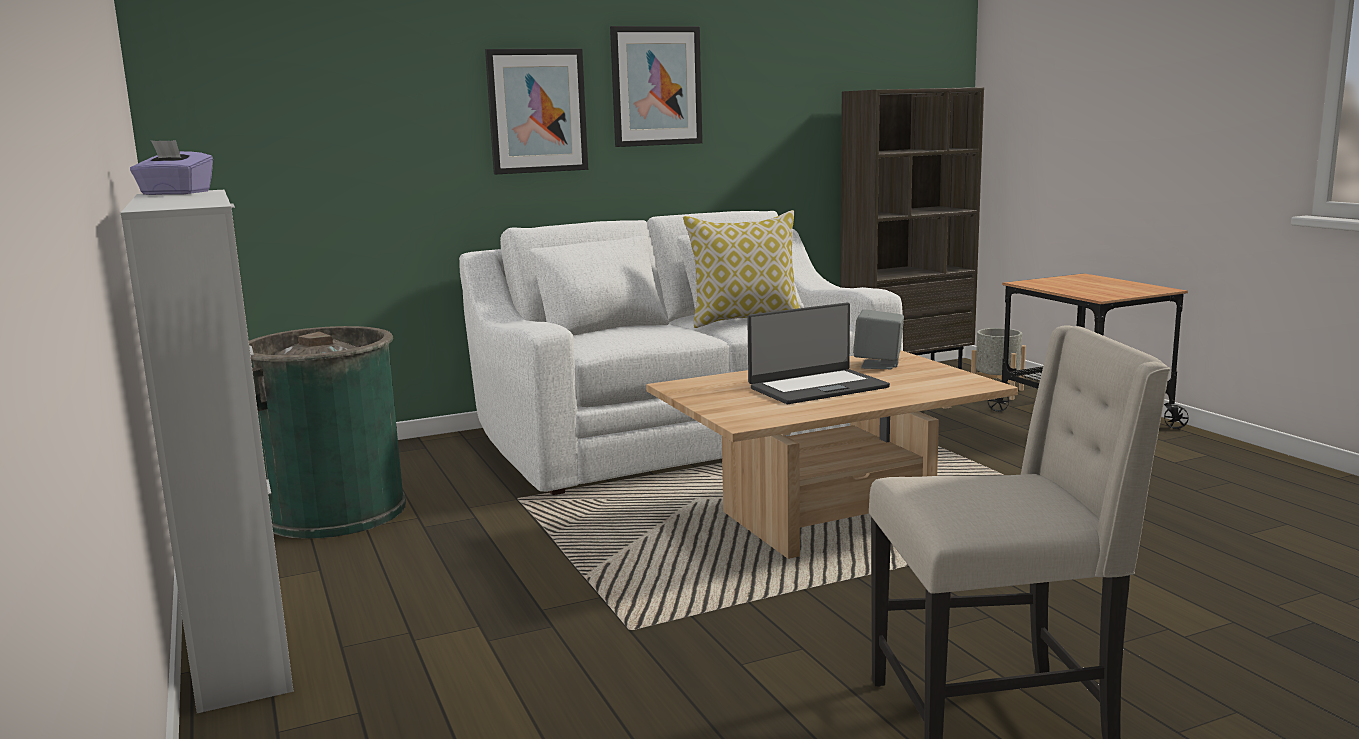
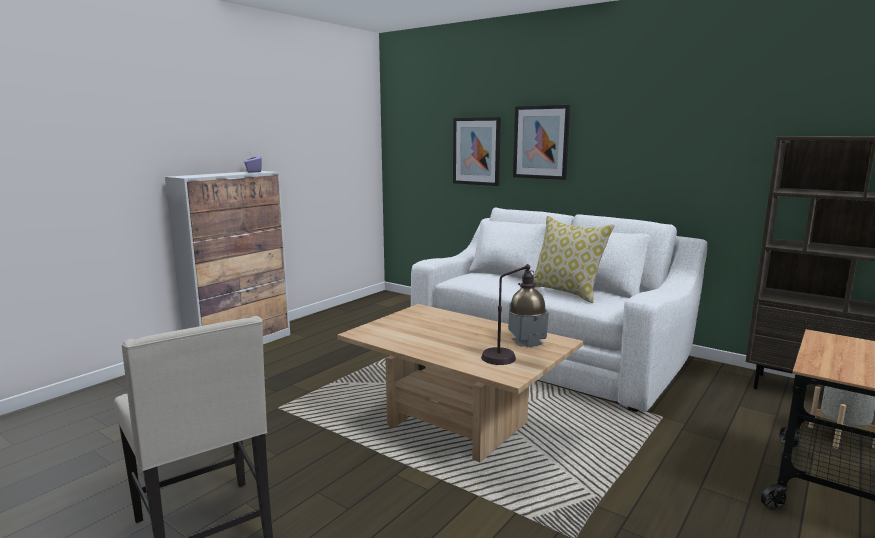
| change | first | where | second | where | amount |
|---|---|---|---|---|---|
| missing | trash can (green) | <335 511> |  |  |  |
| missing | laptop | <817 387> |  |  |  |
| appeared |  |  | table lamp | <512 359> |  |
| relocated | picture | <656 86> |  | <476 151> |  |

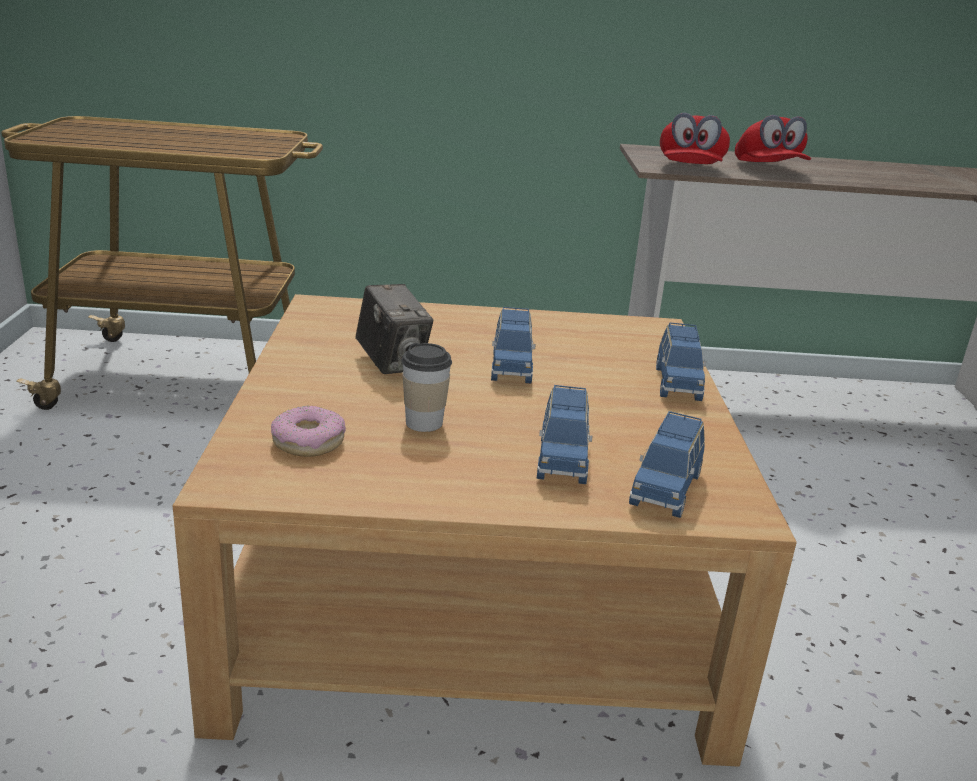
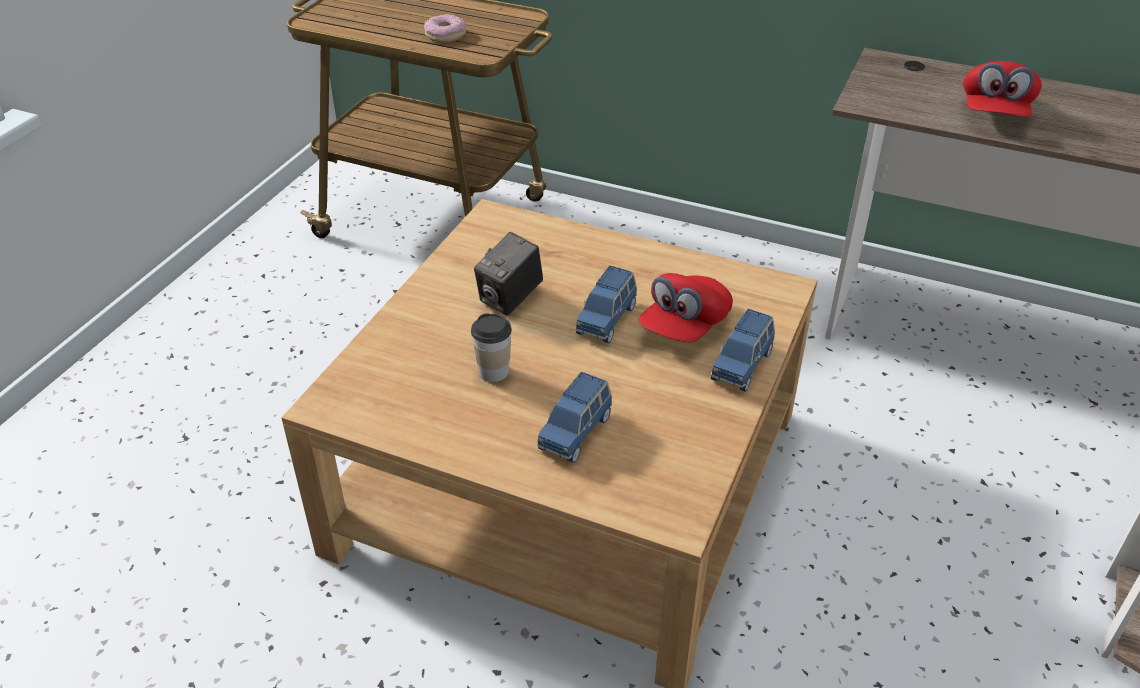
| change | first | where | second | where | amount |
|---|---|---|---|---|---|
| missing | toy car (blue) | <665 489> |  |  |  |
| relocated | donut | <308 442> |  | <445 35> |  |
| relocated | cap (red) | <690 170> |  | <684 326> |  |
| spun | photo camera | <392 363> |  | <510 299> | 45 degrees clockwise |

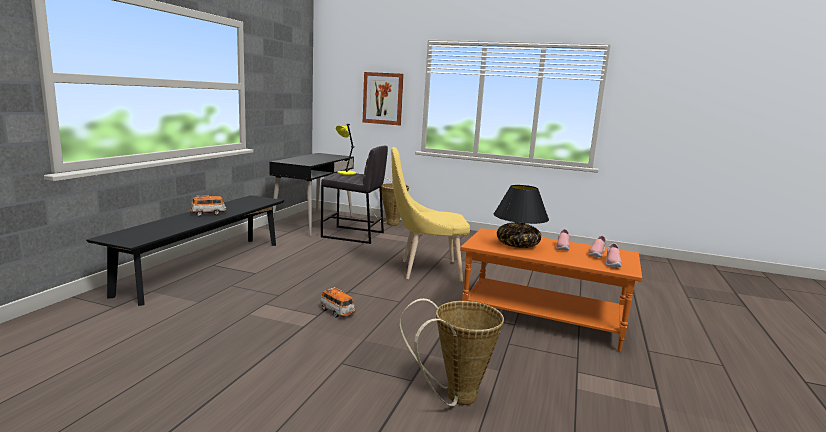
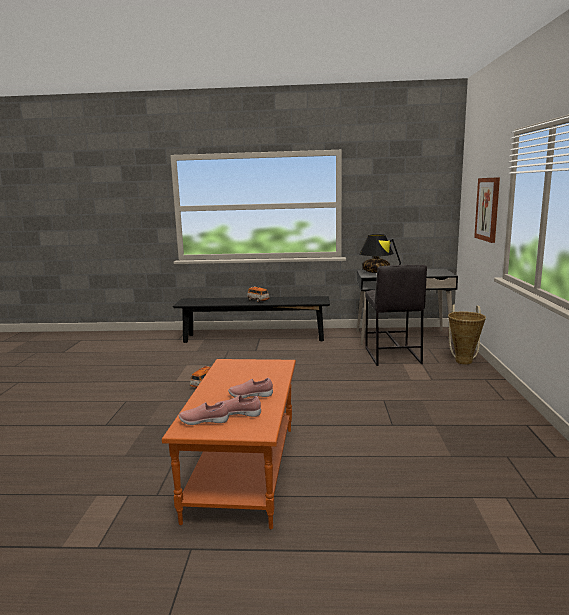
| change | first | where | second | where | amount |
|---|---|---|---|---|---|
| missing | chair (yellow) | <425 271> |  |  |  |
| missing | basket | <454 397> |  |  |  |
| relocated | table lamp (black) | <517 244> |  | <376 272> |  |

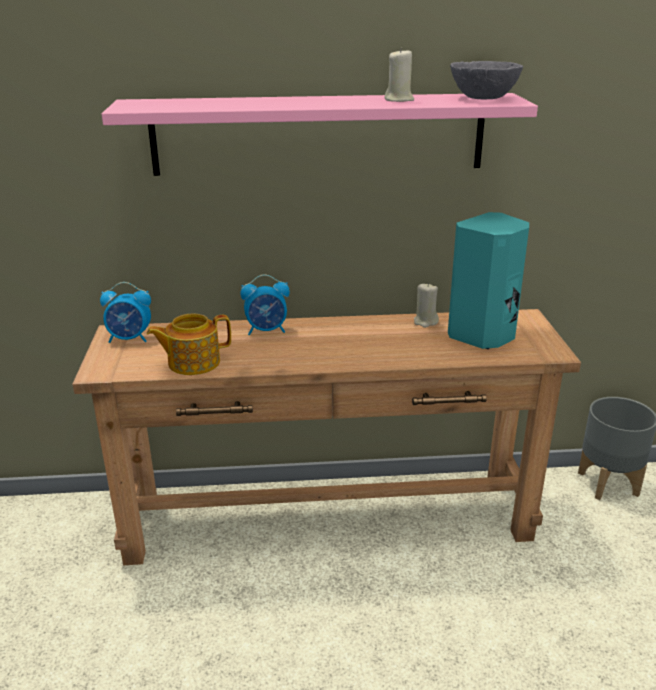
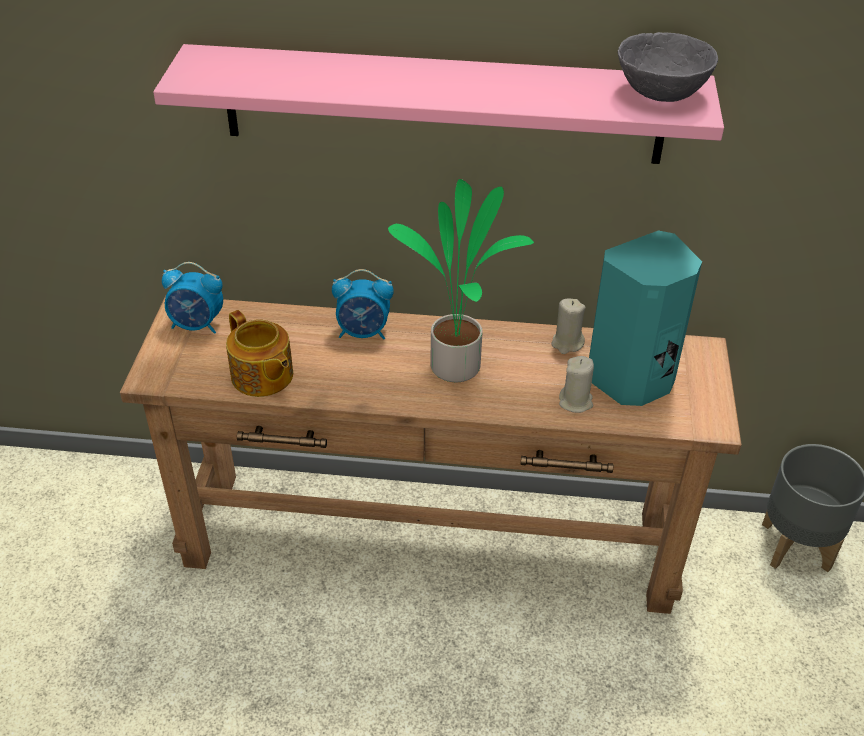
| change | first | where | second | where | amount |
|---|---|---|---|---|---|
| appeared |  |  | potted plant | <458 365> |  |
| relocated | candle (beige) | <399 100> |  | <575 402> |  |
| spun | teapot | <192 362> |  | <262 377> | 120 degrees counterclockwise |

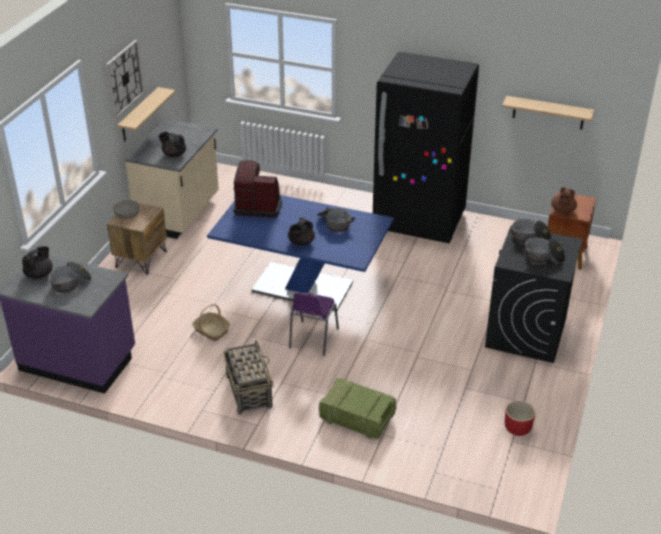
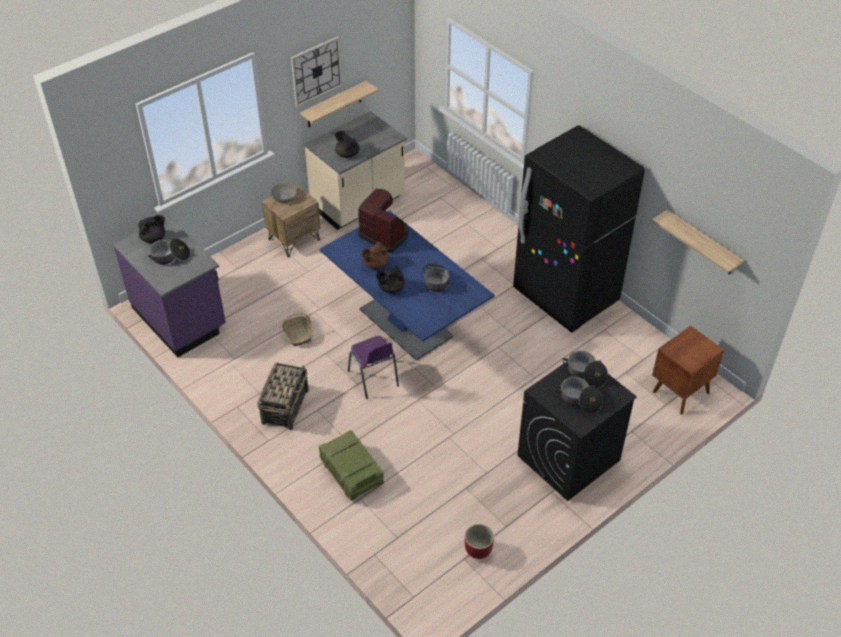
| change | first | where | second | where | amount |
|---|---|---|---|---|---|
| relocated | teapot (brown) | <562 211> |  | <375 264> |  |
| spun | chair (purple) | <312 339> |  | <374 379> | 75 degrees counterclockwise |

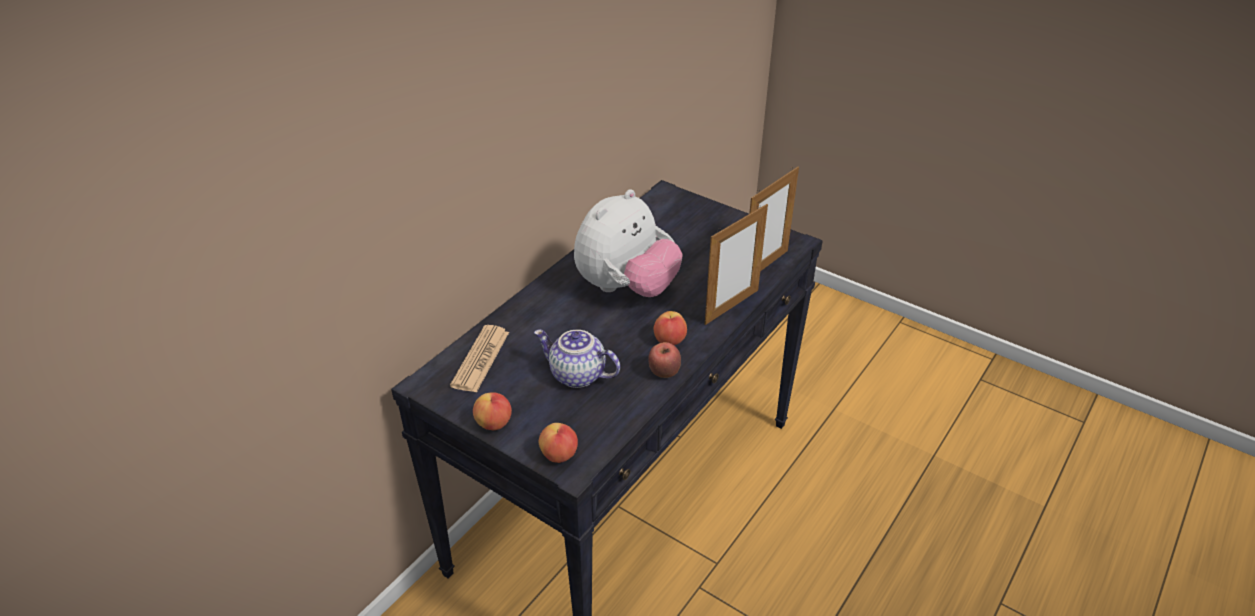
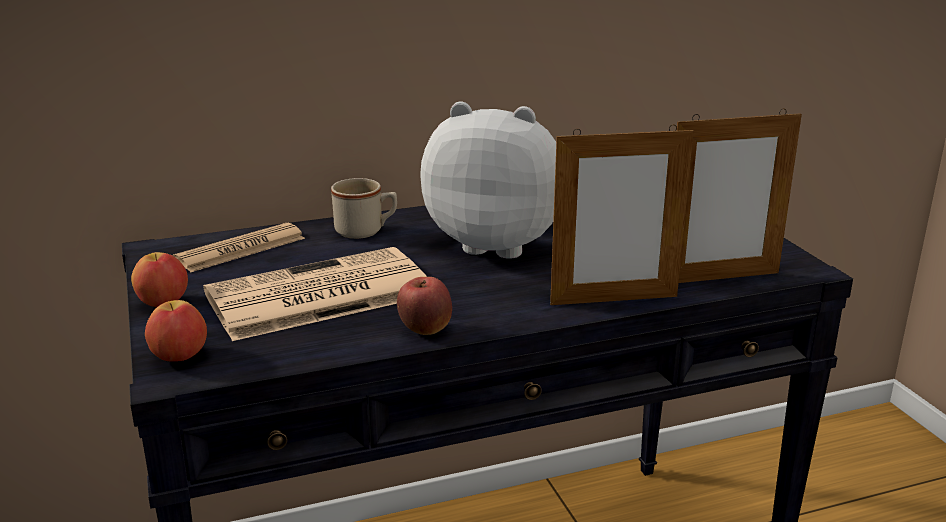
| change | first | where | second | where | amount |
|---|---|---|---|---|---|
| missing | apple | <670 341> |  |  |  |
| appeared |  |  | mug (beige) | <366 231> |  |
| exchanged | teapot | <576 375> | newspaper | <316 296> |  |
| spun | plush toy | <626 288> |  | <497 243> | 150 degrees counterclockwise |

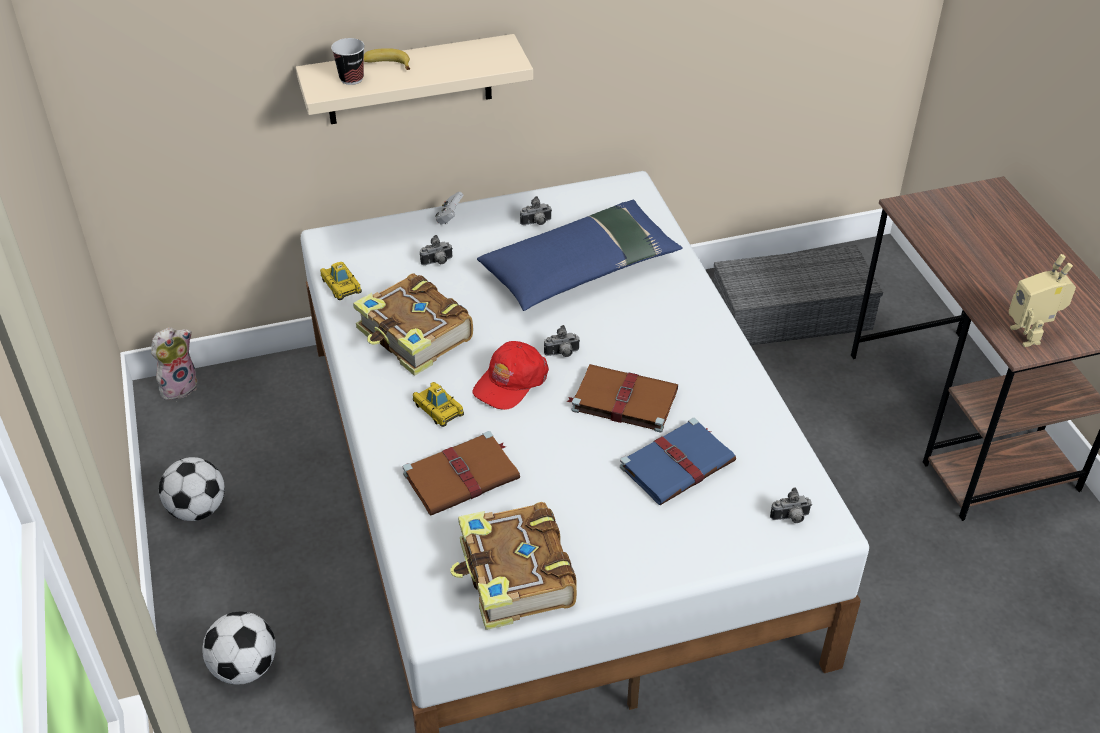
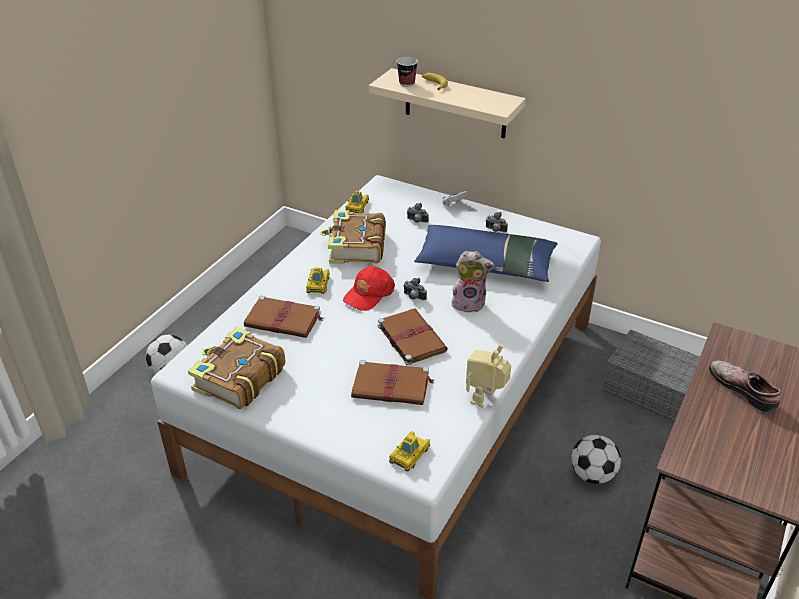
| change | first | where | second | where | amount |
|---|---|---|---|---|---|
| appeared |  |  | shoe | <743 388> |  |
| relocated | plush toy | <179 386> |  | <469 303> |  |
| relocated | football | <197 509> |  | <592 474> |  |
| relocated | toy robot | <1030 334> |  | <486 399> |  |
| exchanged | photo camera | <790 518> | toy car | <409 454> |  |
| colour | book (blue) | <678 463> | book (brown) | <392 386> |  |
| spun | cap (red) | <510 382> |  | <368 294> | 45 degrees counterclockwise |

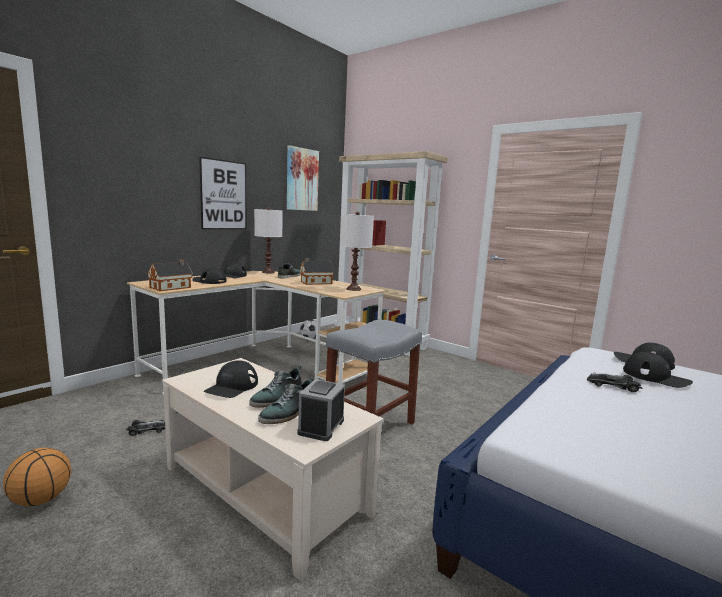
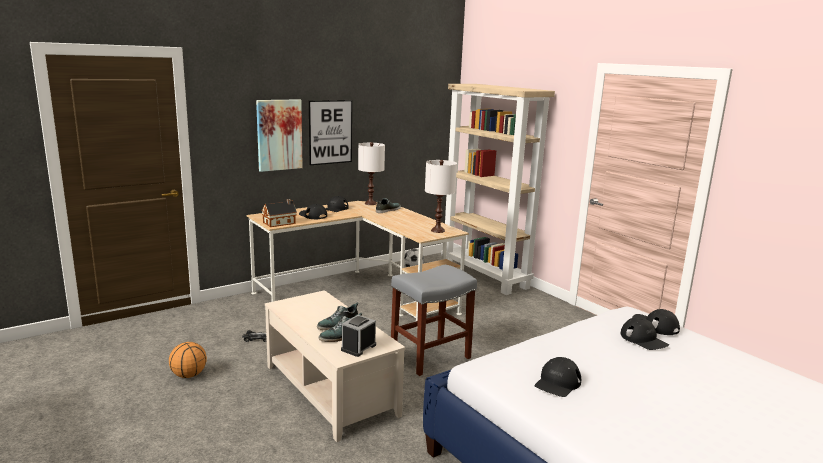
| change | first | where | second | where | amount |
|---|---|---|---|---|---|
| missing | toy house | <315 282> |  |  |  |
| missing | toy car | <613 385> |  |  |  |
| relocated | cap (black) | <232 386> |  | <557 383> |  |
| relocated | picture | <301 179> |  | <279 135> |  |

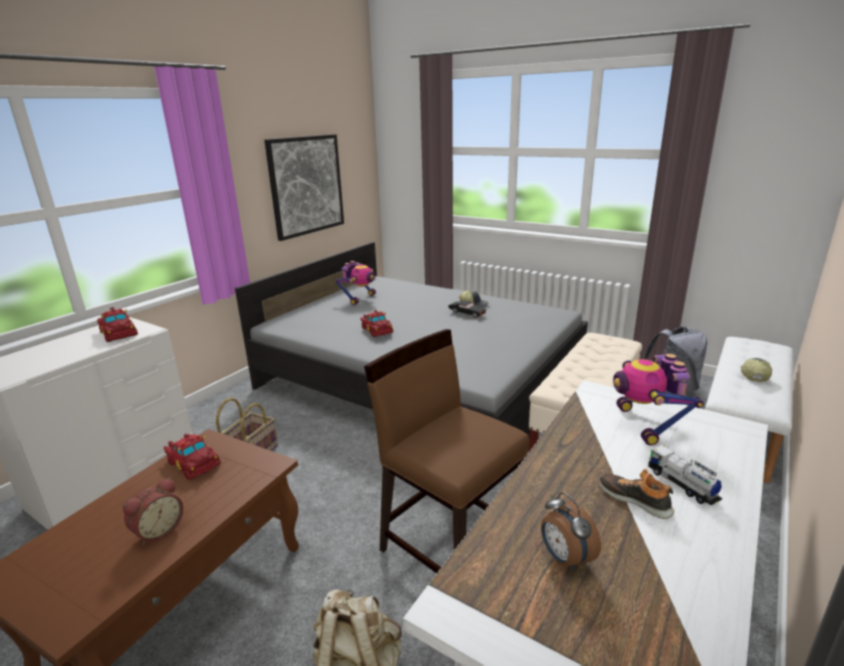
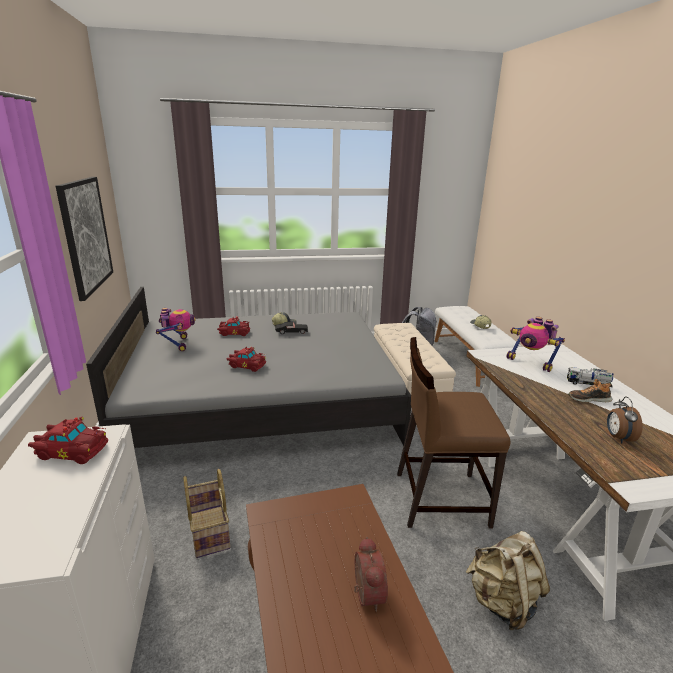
| change | first | where | second | where | amount |
|---|---|---|---|---|---|
| relocated | toy car (red) | <194 462> |  | <234 332> |  |
| spun | alarm clock | <564 558> |  | <618 438> | 75 degrees clockwise |

